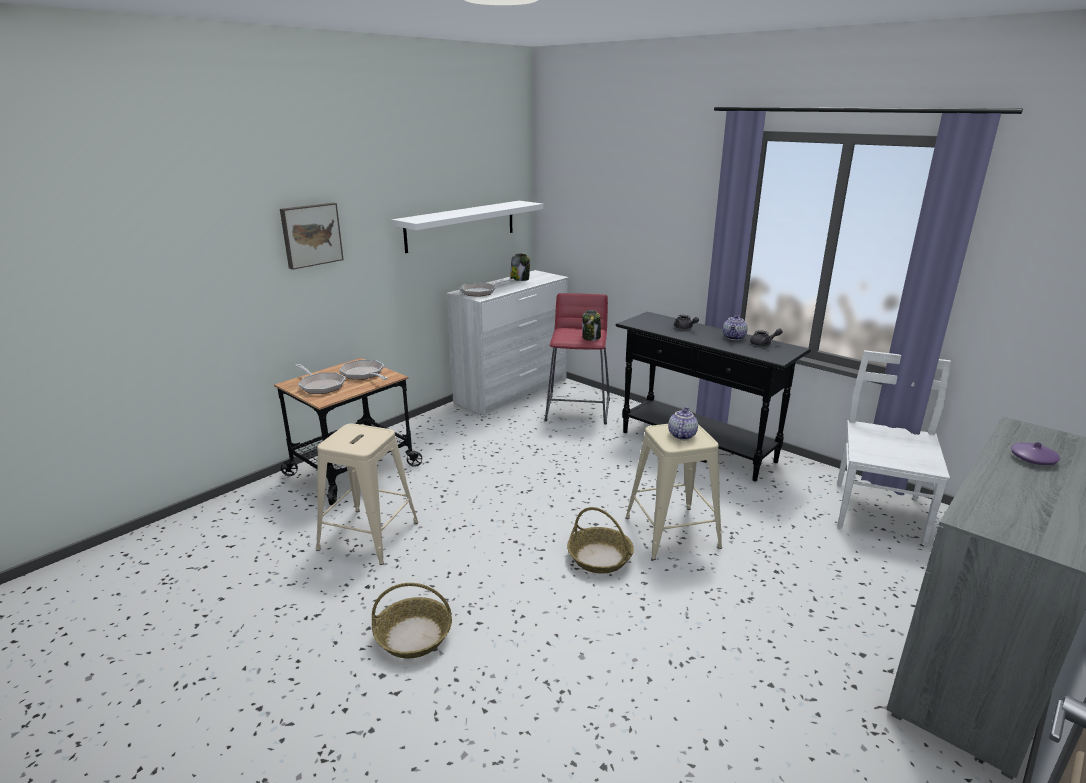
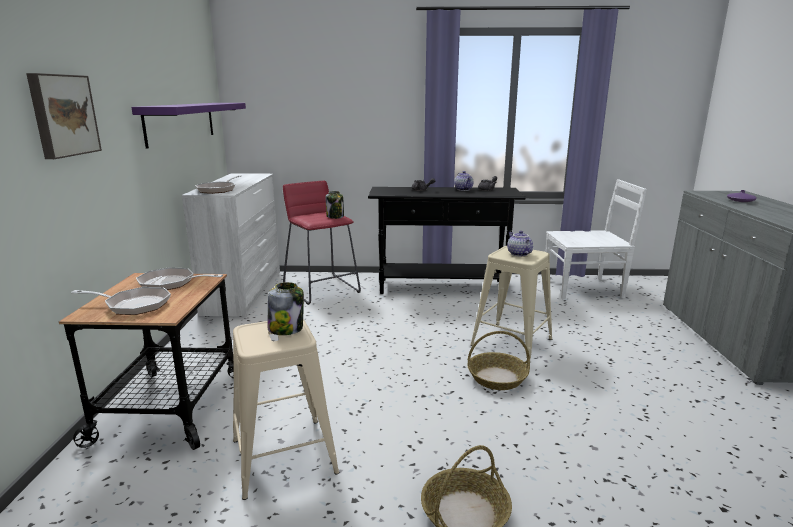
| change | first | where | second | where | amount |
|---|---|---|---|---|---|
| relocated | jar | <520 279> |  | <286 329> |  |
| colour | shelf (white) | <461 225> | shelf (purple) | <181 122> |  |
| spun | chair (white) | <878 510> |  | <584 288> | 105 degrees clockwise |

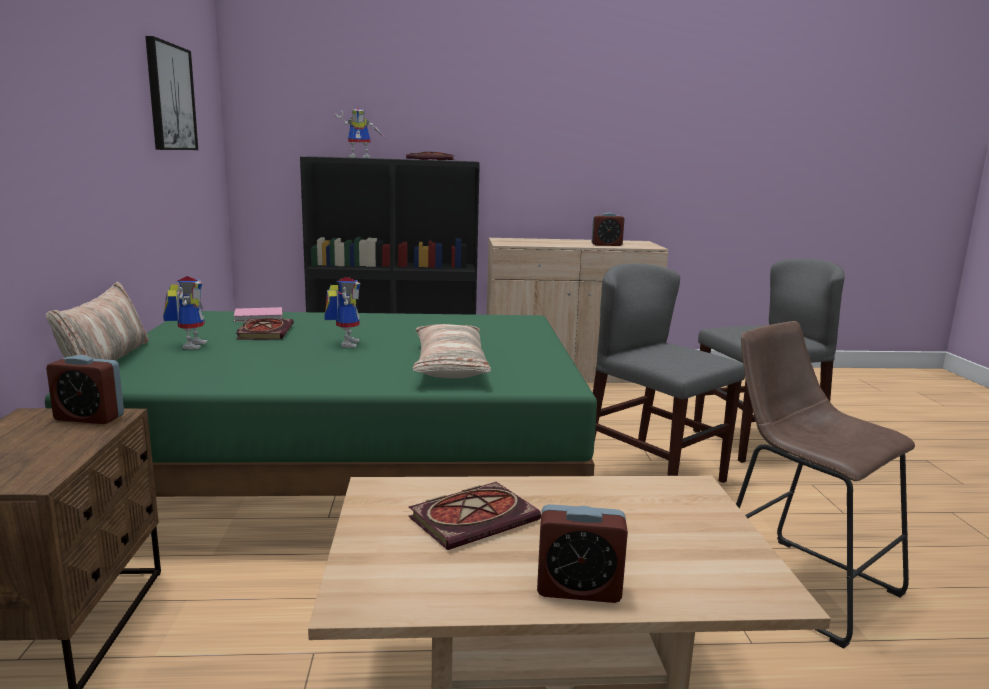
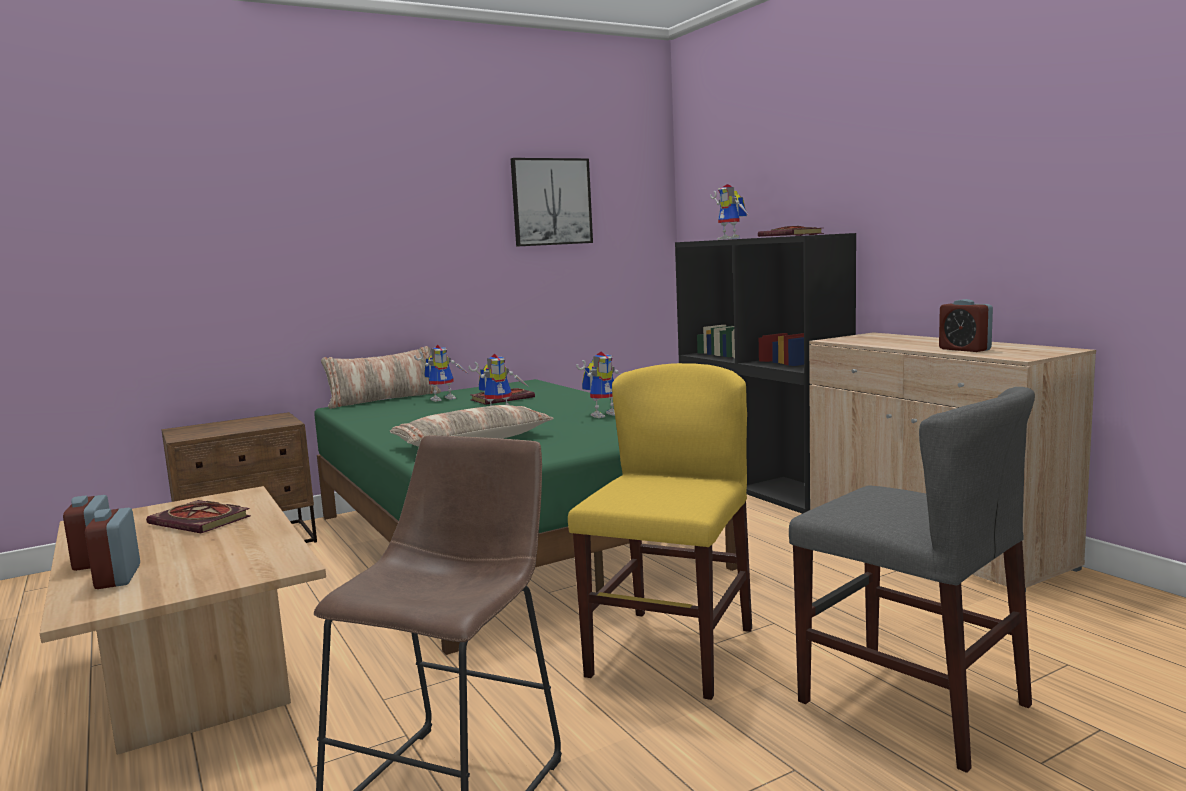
| change | first | where | second | where | amount |
|---|---|---|---|---|---|
| missing | book (pink) | <260 317> |  |  |  |
| appeared |  |  | toy robot | <605 414> |  |
| relocated | alarm clock | <89 418> |  | <118 577> |  |
| colour | chair (grey) | <653 474> | chair (yellow) | <671 652> |  |

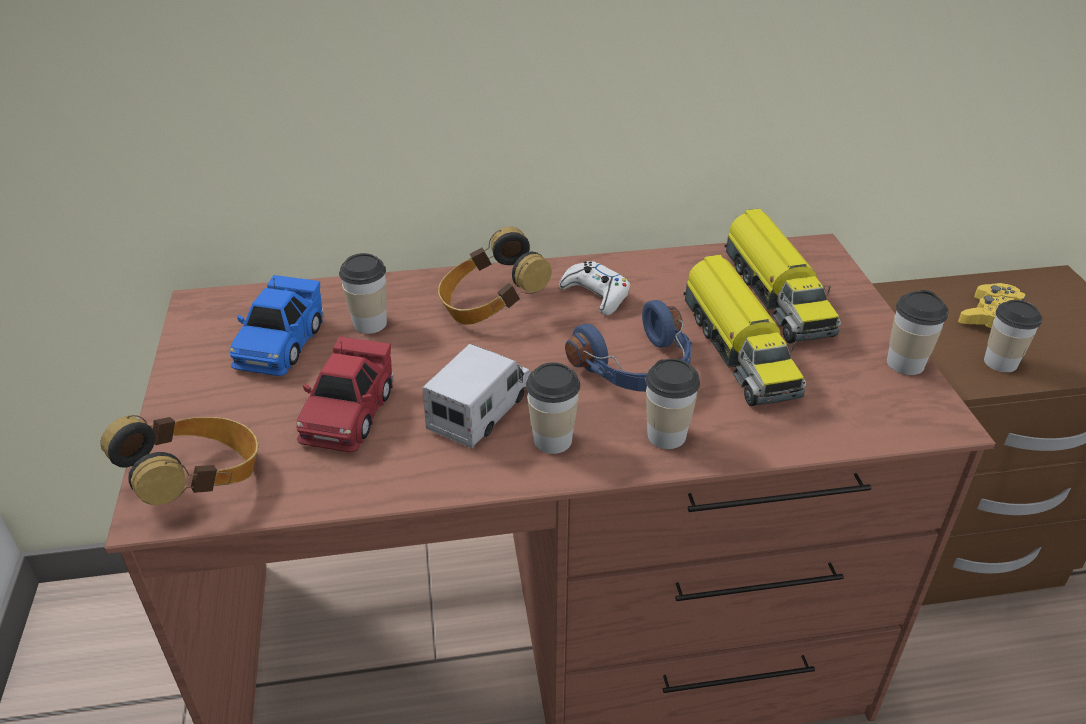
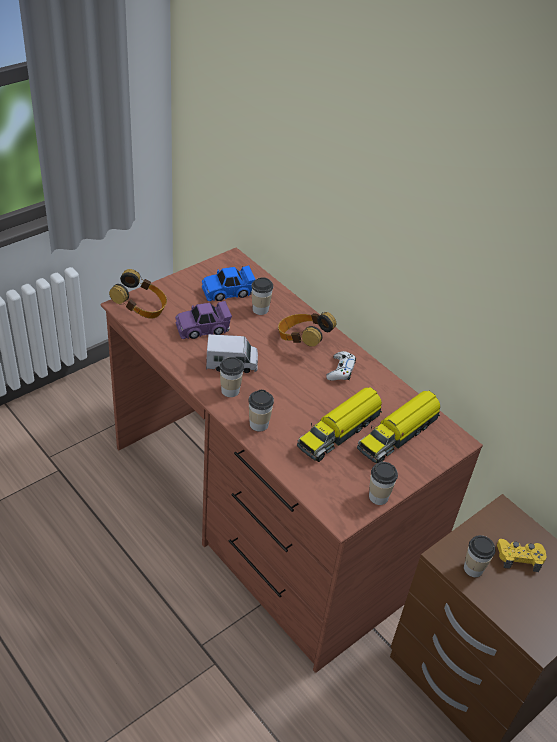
| change | first | where | second | where | amount |
|---|---|---|---|---|---|
| missing | headphones (blue) | <638 369> |  |  |  |
| colour | toy car (red) | <349 413> | toy car (purple) | <203 328> |  |

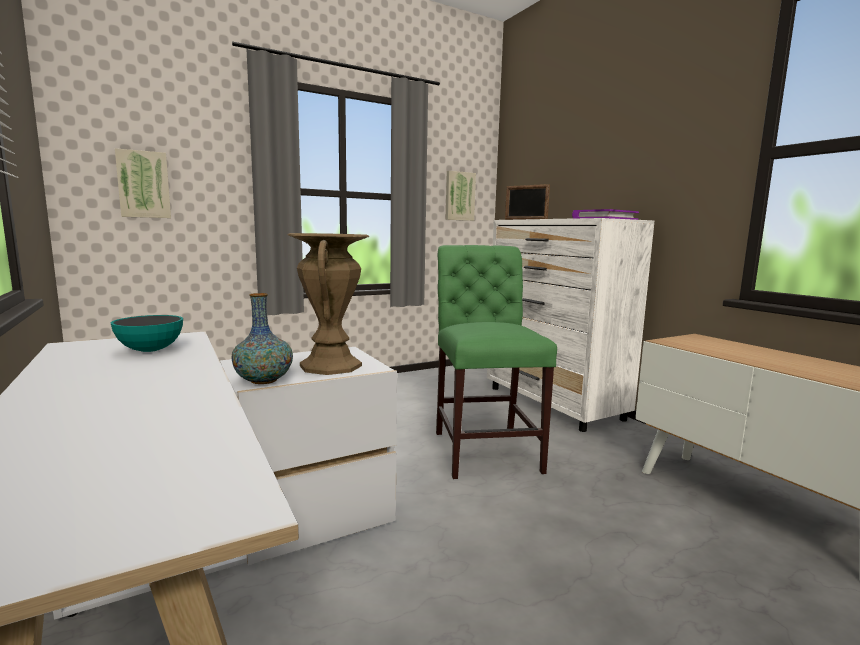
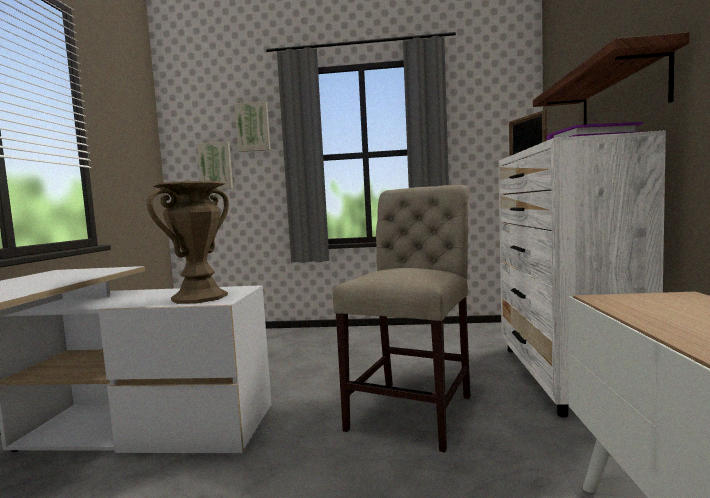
| change | first | where | second | where | amount |
|---|---|---|---|---|---|
| missing | bowl | <150 350> |  |  |  |
| missing | vase | <264 380> |  |  |  |
| appeared |  |  | shelf | <621 96> |  |
| relocated | picture | <459 196> |  | <253 127> |  |
| colour | chair (green) | <485 448> | chair (beige) | <415 409> |  |

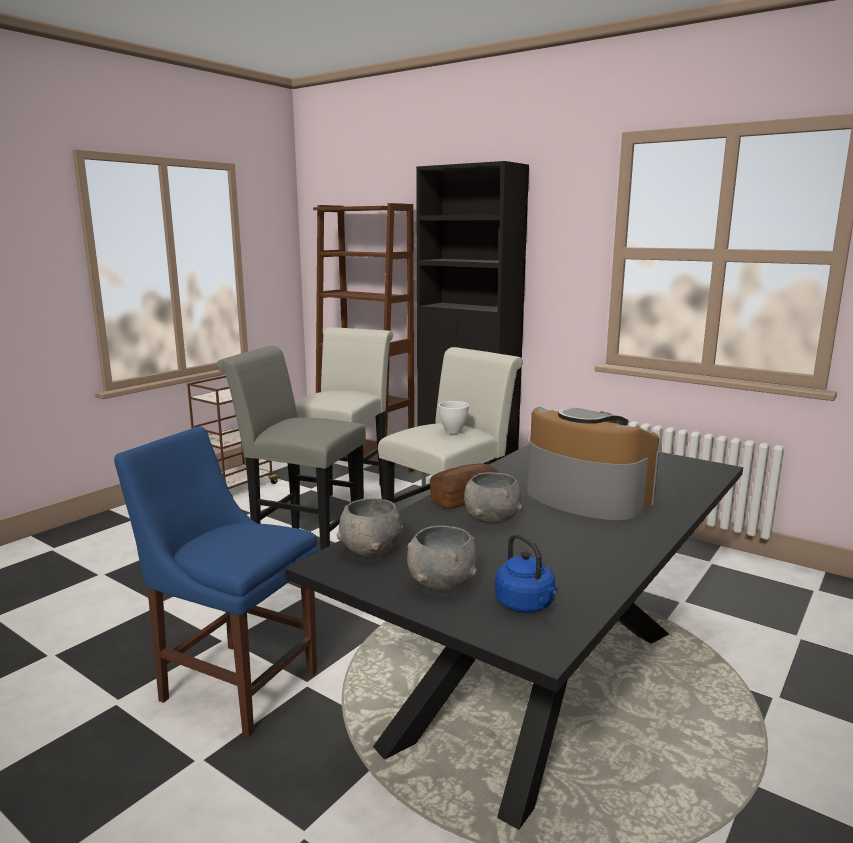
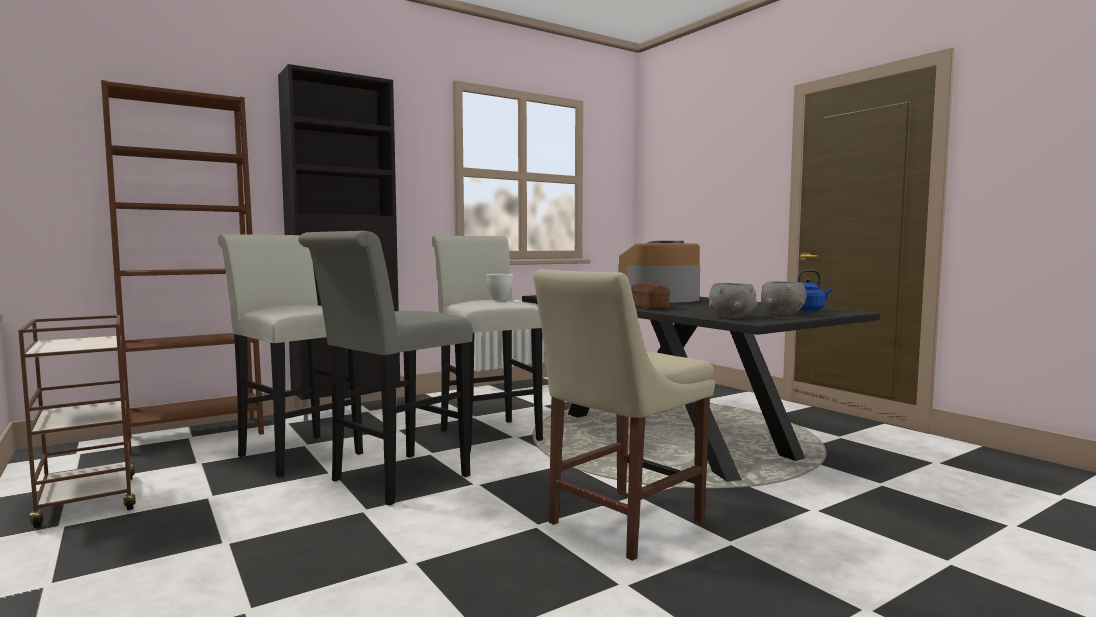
| change | first | where | second | where | amount |
|---|---|---|---|---|---|
| missing | bowl (grey) | <491 518> |  |  |  |
| colour | chair (blue) | <234 683> | chair (beige) | <620 524> |  |

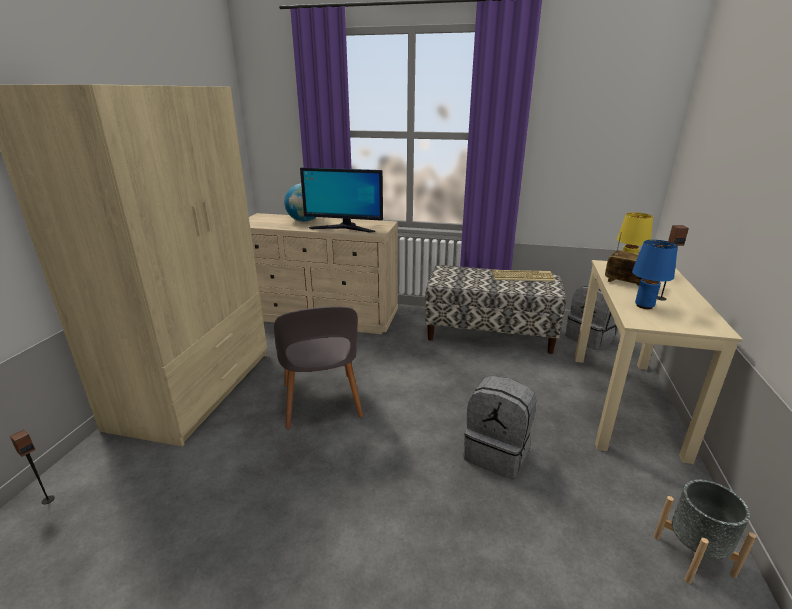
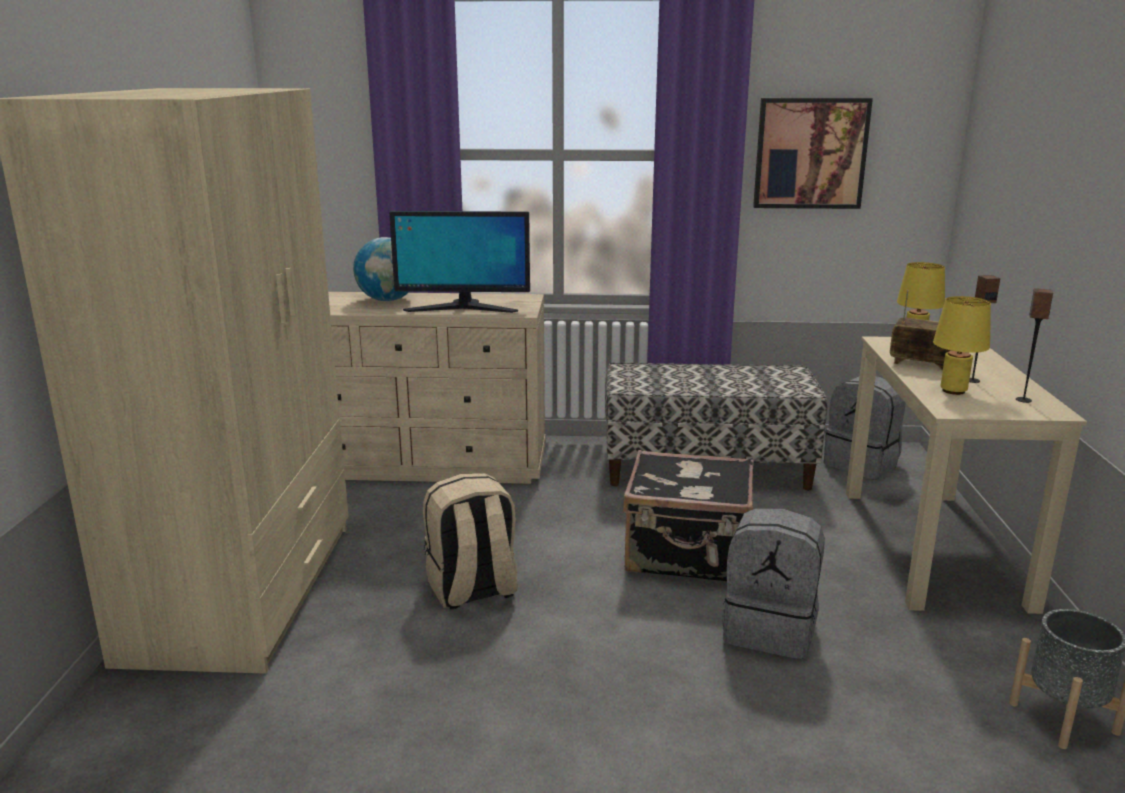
| change | first | where | second | where | amount |
|---|---|---|---|---|---|
| missing | keyboard | <523 276> |  |  |  |
| appeared |  |  | suitcase (black) | <688 554> |  |
| appeared |  |  | picture | <810 153> |  |
| relocated | speaker | <48 499> |  | <1023 400> |  |
| exchanged | chair (grey) | <321 403> | backpack (beige) | <472 590> |  |
| colour | table lamp (blue) | <644 306> | table lamp (yellow) | <954 391> |  |

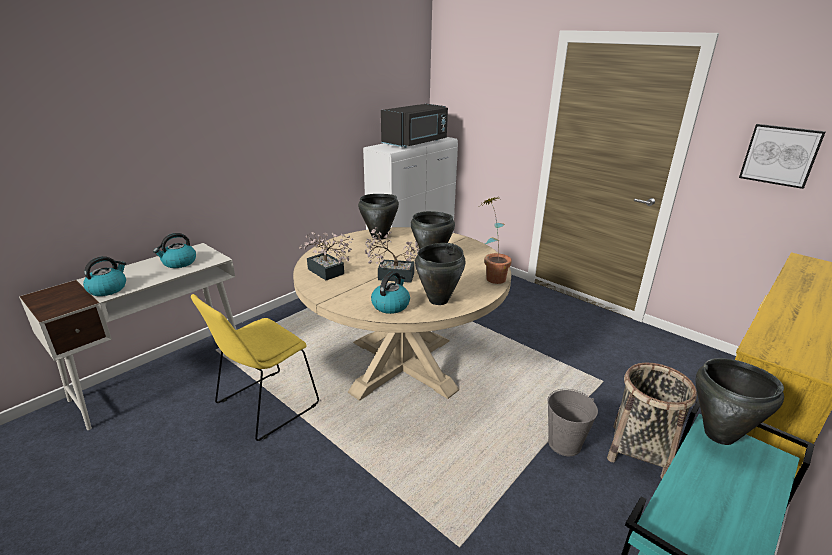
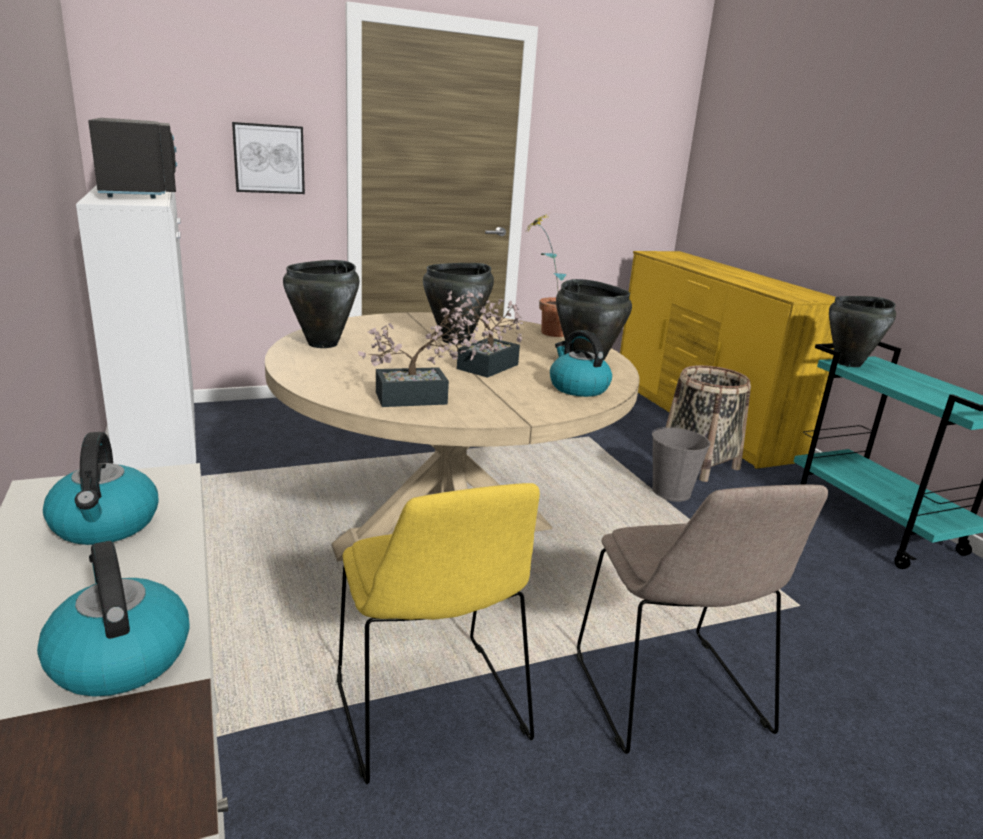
| change | first | where | second | where | amount |
|---|---|---|---|---|---|
| appeared |  |  | chair (beige) | <671 697> |  |
| relocated | picture | <780 155> |  | <269 158> |  |

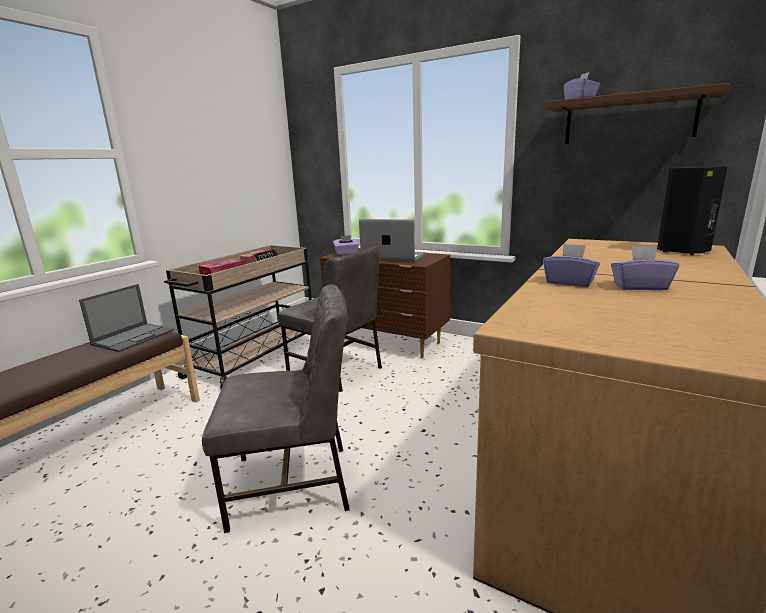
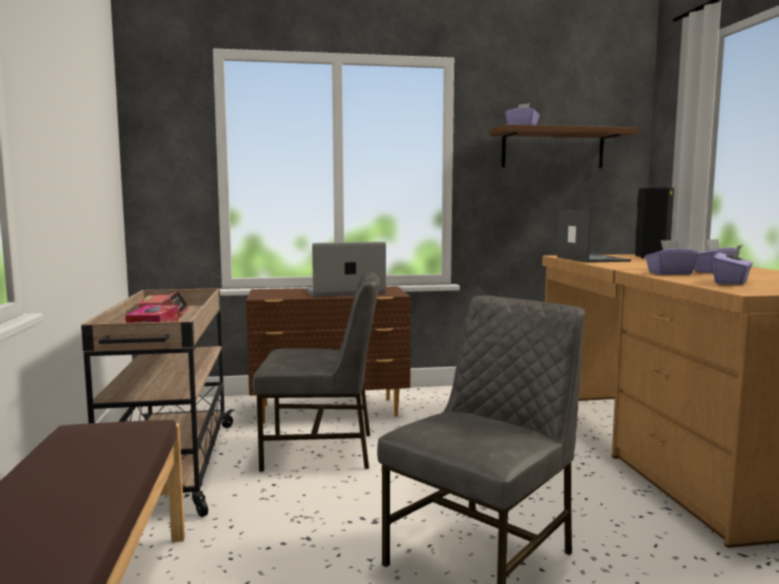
| change | first | where | second | where | amount |
|---|---|---|---|---|---|
| relocated | laptop | <134 337> |  | <591 259> |  |
| relocated | tissue box (purple) | <346 253> |  | <731 282> |  |

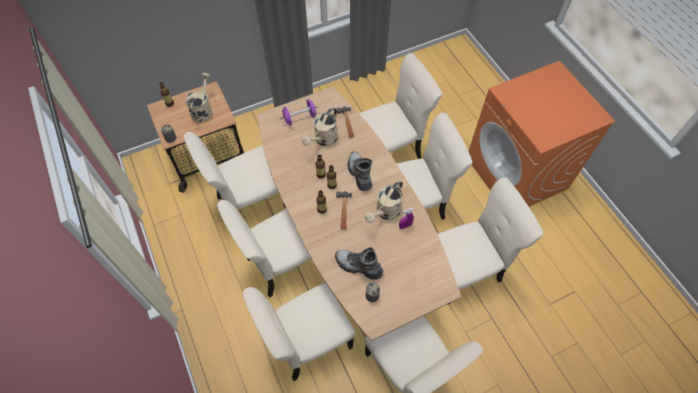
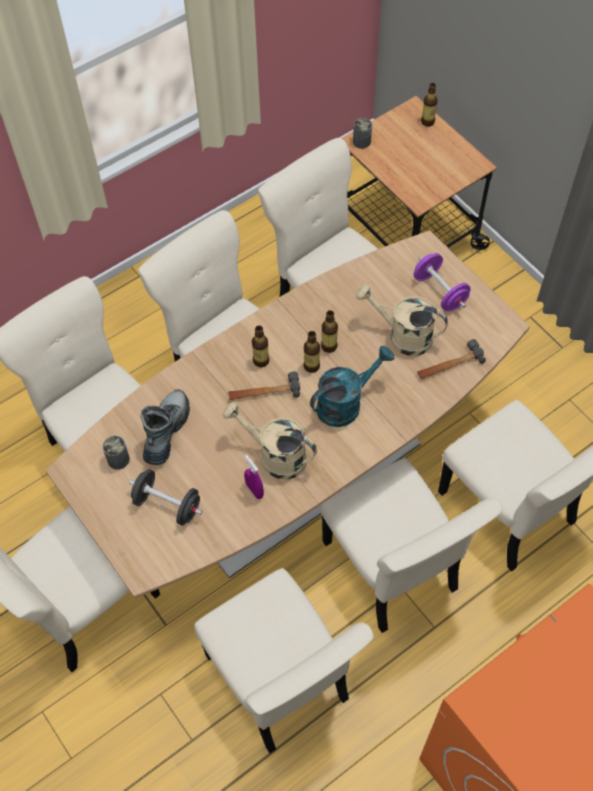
| change | first | where | second | where | amount |
|---|---|---|---|---|---|
| missing | watering can (beige) | <203 110> |  |  |  |
| appeared |  |  | dumbbell (black) | <167 505> |  |
| exchanged | boot | <359 174> | watering can (turquoise) | <345 403> |  |

